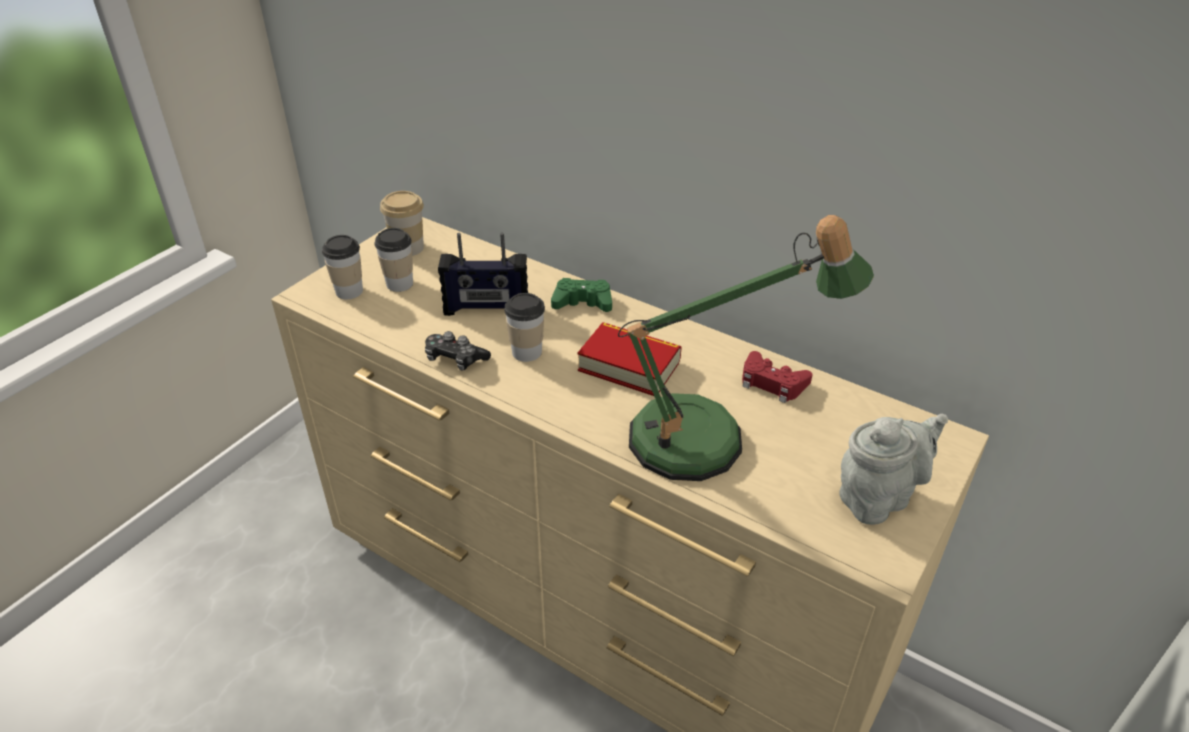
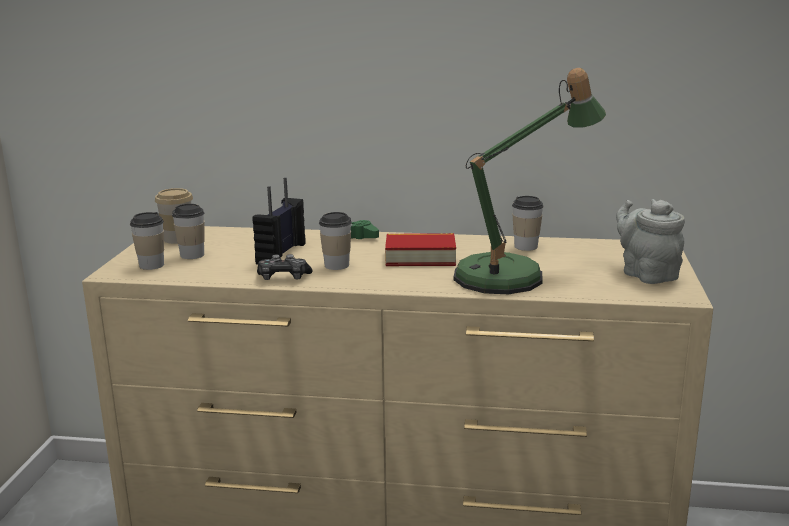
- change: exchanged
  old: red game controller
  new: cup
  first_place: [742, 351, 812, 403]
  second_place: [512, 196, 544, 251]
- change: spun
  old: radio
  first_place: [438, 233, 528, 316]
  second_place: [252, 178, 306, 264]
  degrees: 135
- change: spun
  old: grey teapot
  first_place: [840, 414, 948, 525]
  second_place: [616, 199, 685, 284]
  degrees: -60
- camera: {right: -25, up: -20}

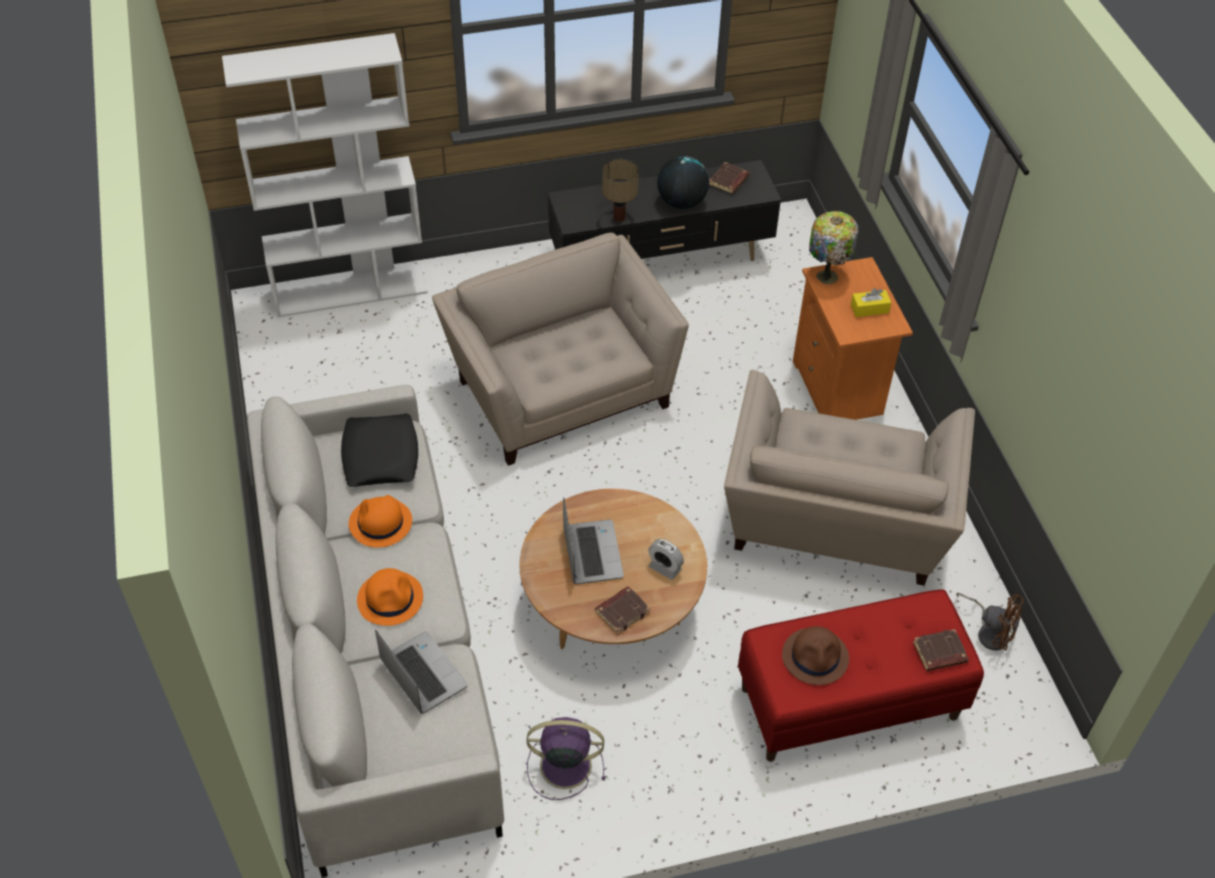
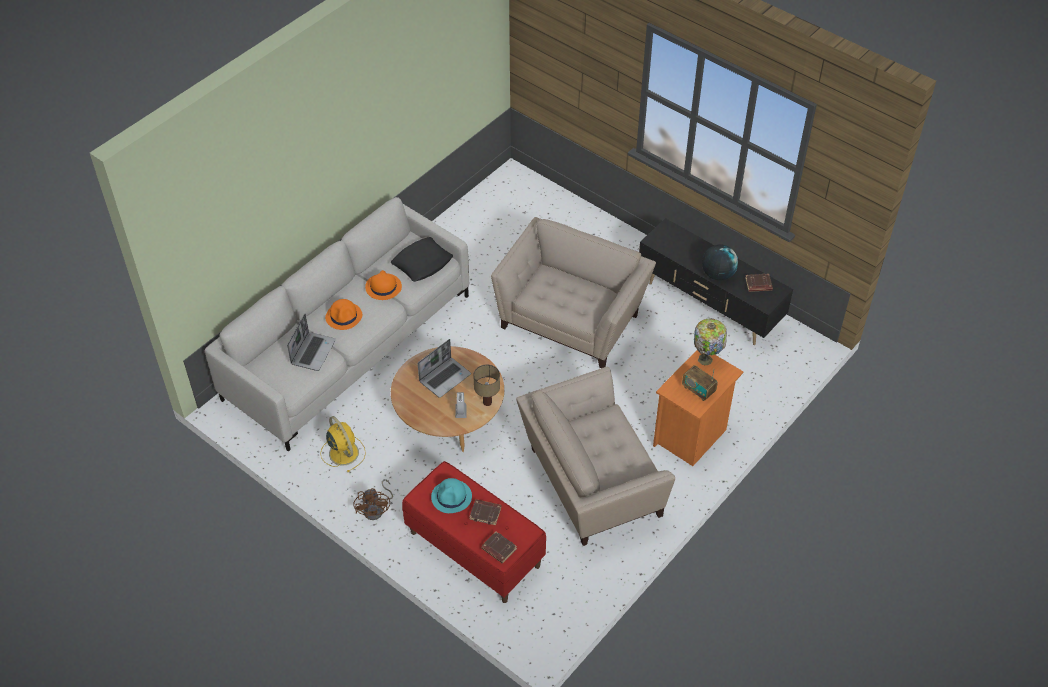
- change: missing
  old: white bookcase
  first_place: [222, 33, 428, 318]
- change: relocated
  old: brown book
  first_place: [595, 586, 650, 634]
  second_place: [469, 499, 502, 525]
- change: relocated
  old: table lamp
  first_place: [602, 159, 639, 222]
  second_place: [473, 365, 500, 406]
- change: relocated
  old: brown fan
  first_place: [956, 593, 1024, 651]
  second_place: [353, 479, 393, 520]
- change: exchanged
  old: yellow tissue box
  new: radio
  first_place: [851, 288, 891, 317]
  second_place: [682, 365, 718, 401]
- change: colour
  old: purple fan
  new: yellow fan
  first_place: [527, 717, 605, 800]
  second_place: [320, 416, 366, 472]
- change: colour
  old: brown hat
  new: turquoise hat
  first_place: [782, 626, 849, 685]
  second_place: [431, 478, 472, 513]
- camera: {right: 55, up: 0}

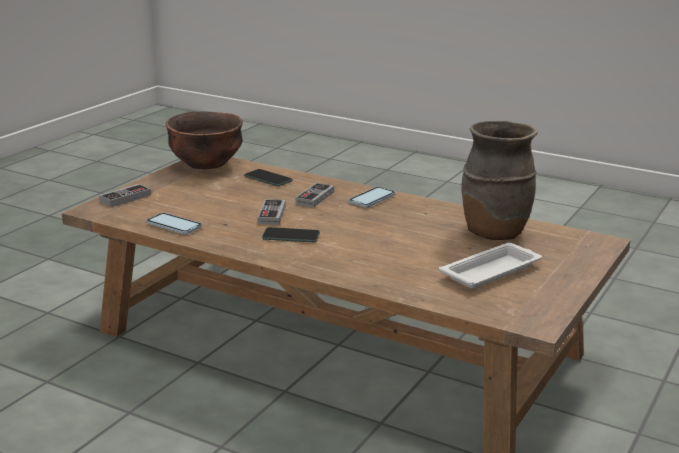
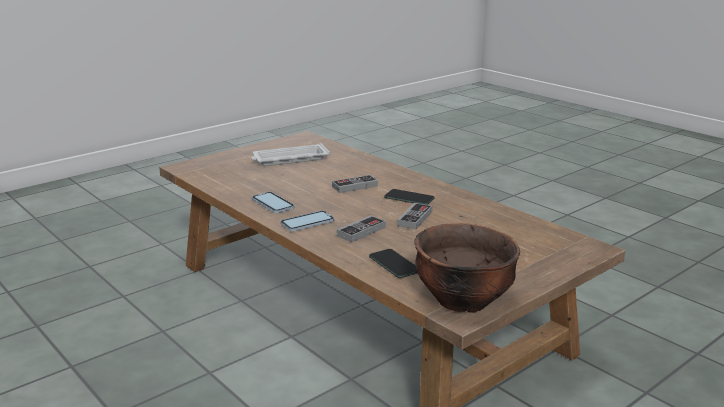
- change: missing
  old: brown vase
  first_place: [461, 121, 538, 240]
- change: relocated
  old: game controller
  first_place: [99, 184, 151, 207]
  second_place: [332, 175, 378, 193]
- change: relocated
  old: phone
  first_place: [146, 213, 202, 234]
  second_place: [252, 192, 295, 213]
- camera: {right: -160, up: 0}

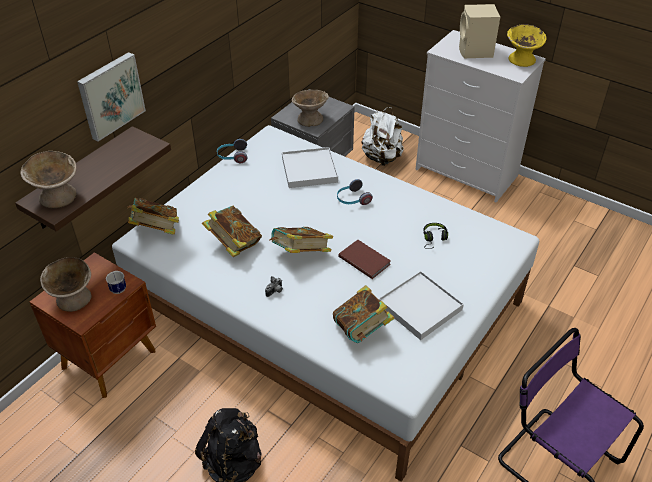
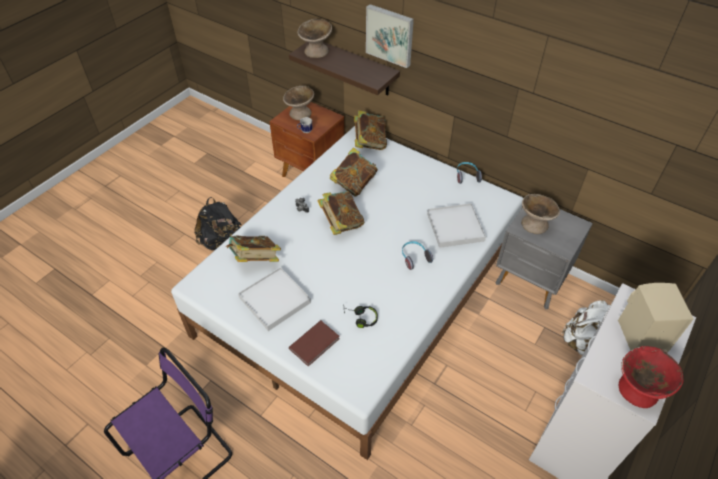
- change: relocated
  old: brown book
  first_place: [338, 240, 391, 279]
  second_place: [289, 320, 340, 367]
- change: colour
  old: yellow bowl
  new: red bowl
  first_place: [507, 24, 547, 67]
  second_place: [619, 346, 684, 408]
- camera: {right: 90, up: 5}

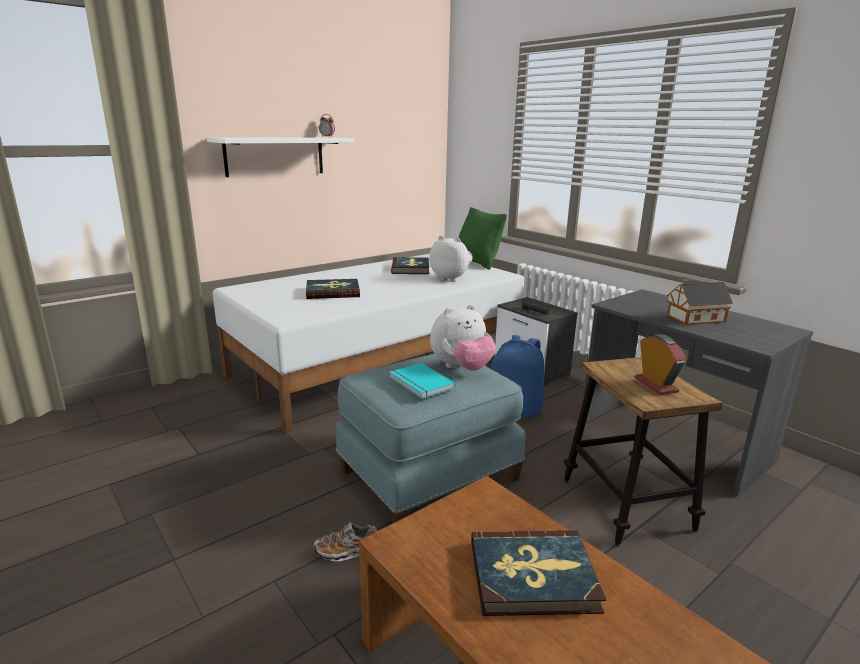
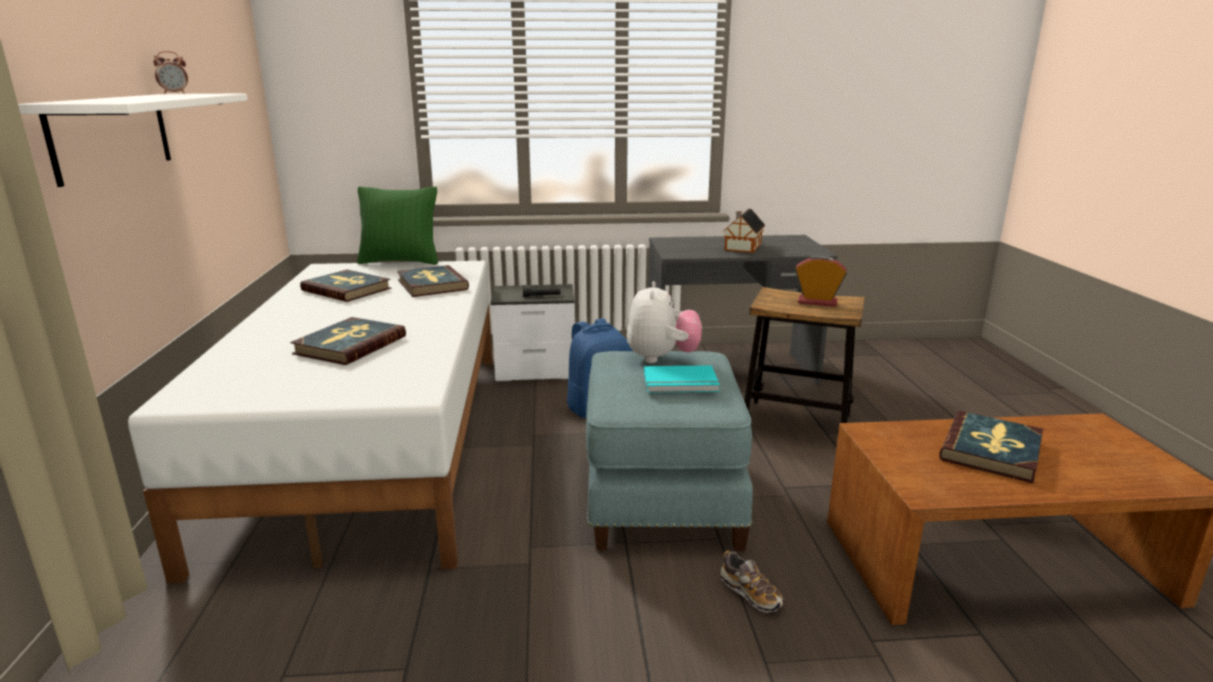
- change: exchanged
  old: plush toy
  new: book
  first_place: [429, 236, 473, 282]
  second_place: [397, 265, 469, 297]
- change: spun
  old: shoe
  first_place: [313, 522, 377, 561]
  second_place: [721, 550, 784, 613]
  degrees: -60
- camera: {right: -55, up: 0}

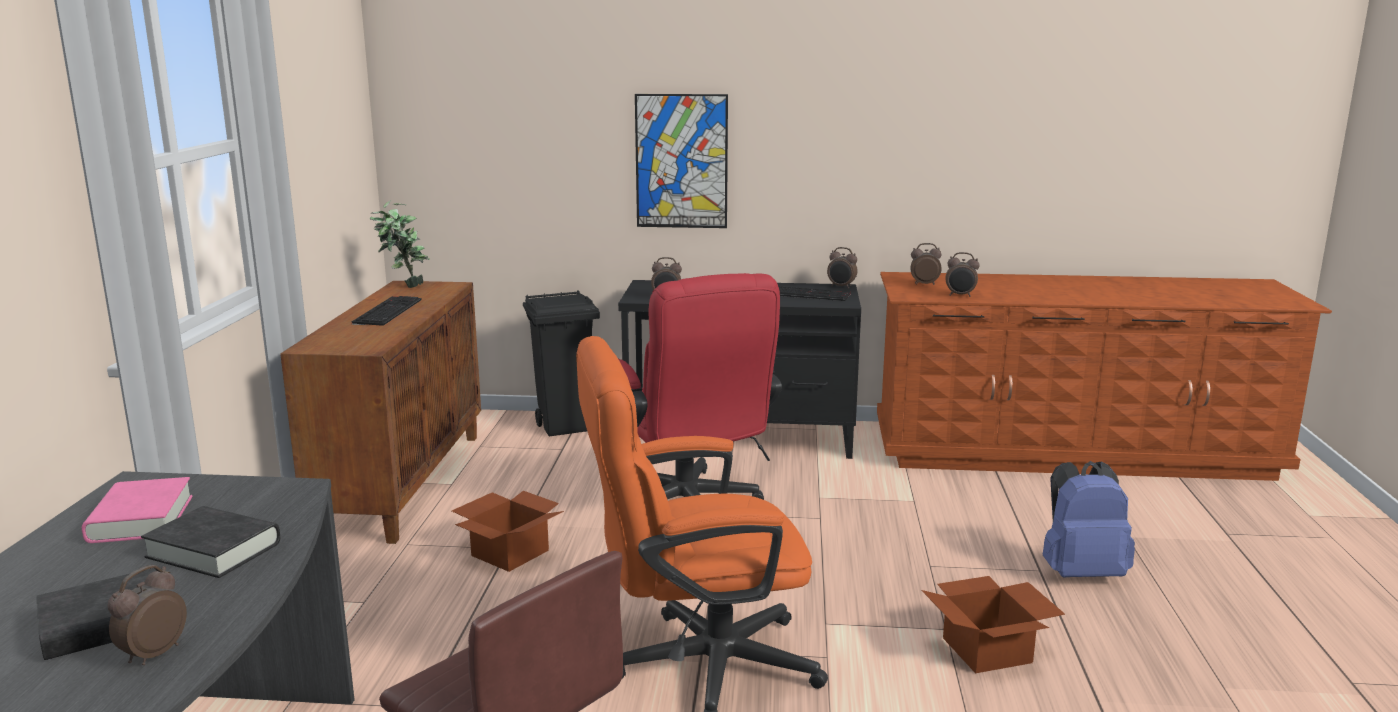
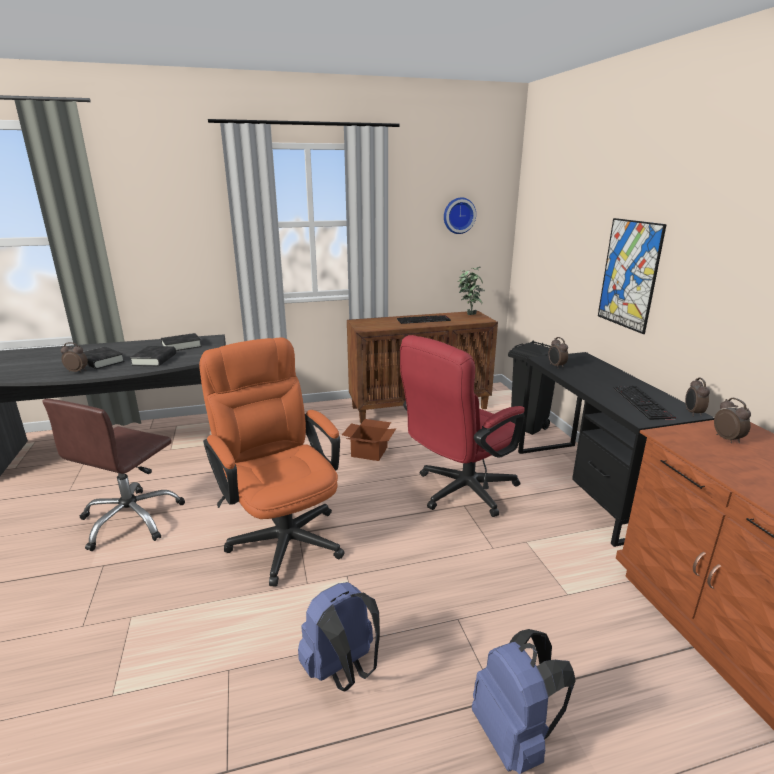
- change: missing
  old: alarm clock
  first_place: [946, 252, 980, 297]
- change: appeared
  new: wall clock
  second_place: [444, 197, 476, 234]
- change: exchanged
  old: cardboard box
  new: blue backpack
  first_place: [921, 576, 1065, 673]
  second_place: [298, 582, 380, 691]
- change: colour
  old: pink book
  new: black book
  first_place: [82, 477, 192, 543]
  second_place: [161, 333, 202, 351]
- camera: {right: 70, up: 5}

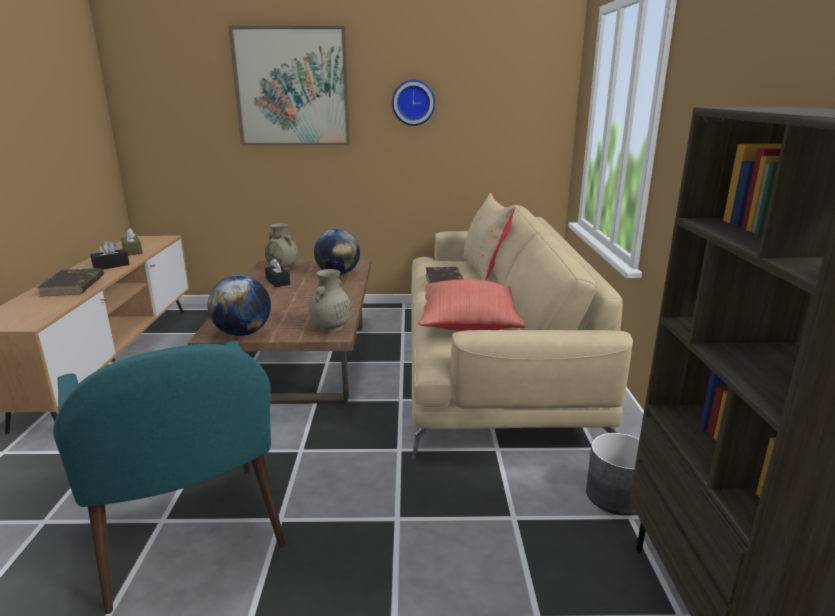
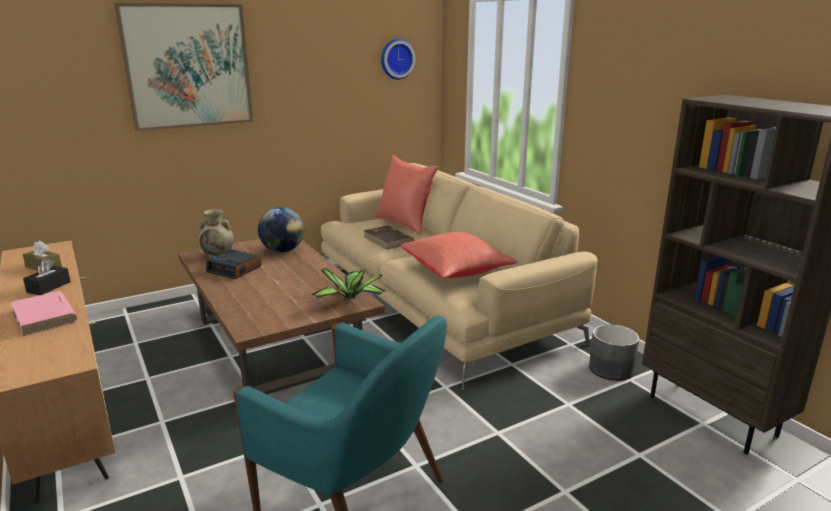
- change: missing
  old: globe
  first_place: [208, 275, 271, 336]
- change: relocated
  old: wall clock
  first_place: [392, 80, 435, 126]
  second_place: [381, 39, 415, 80]
- change: exchanged
  old: black tissue box
  new: alarm clock
  first_place: [265, 258, 290, 287]
  second_place: [206, 249, 262, 279]
- change: exchanged
  old: beige vase
  new: potted plant
  first_place: [309, 269, 352, 333]
  second_place: [311, 268, 386, 300]
- change: colour
  old: brown book
  new: pink book
  first_place: [37, 268, 104, 297]
  second_place: [10, 291, 77, 336]
- change: colour
  old: beige pillow
  new: red pillow
  first_place: [463, 193, 515, 281]
  second_place: [375, 155, 439, 235]
- camera: {right: -30, up: 0}

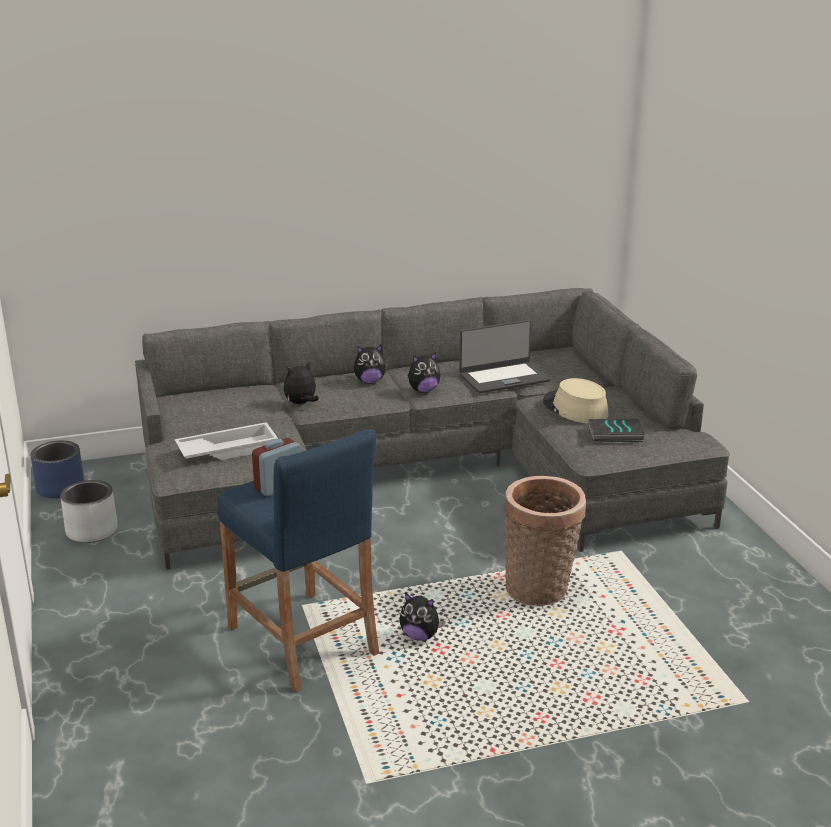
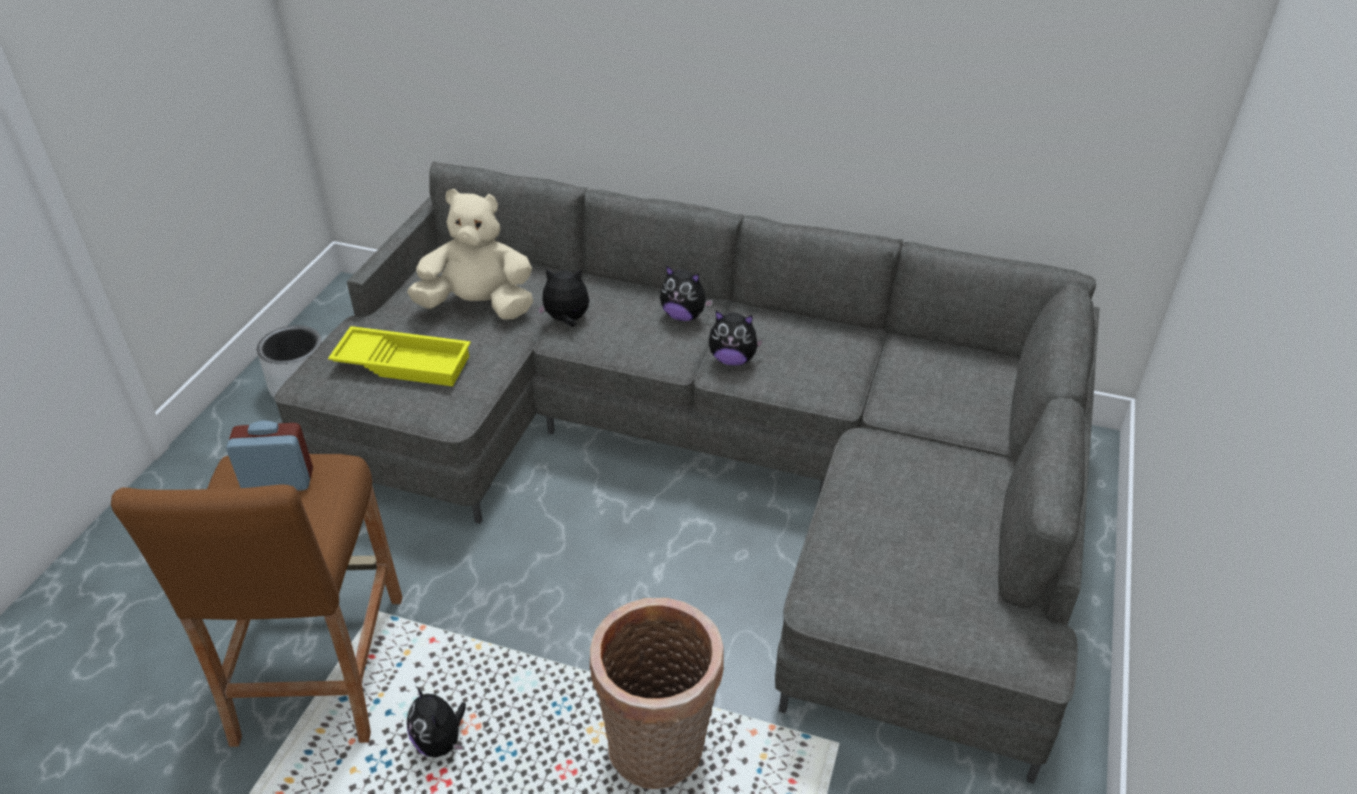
- change: missing
  old: blue planter
  first_place: [30, 441, 85, 498]
- change: missing
  old: laptop
  first_place: [459, 320, 550, 393]
- change: missing
  old: beige hat
  first_place: [543, 378, 609, 423]
- change: missing
  old: book
  first_place: [588, 419, 646, 443]
- change: appeared
  new: beige plush toy
  second_place: [407, 189, 533, 319]
- change: colour
  old: white tray
  new: yellow tray
  first_place: [175, 422, 278, 460]
  second_place: [328, 326, 471, 386]
- change: colour
  old: blue stool
  new: brown stool
  first_place: [217, 429, 379, 692]
  second_place: [111, 454, 402, 747]
- camera: {right: 35, up: 15}

